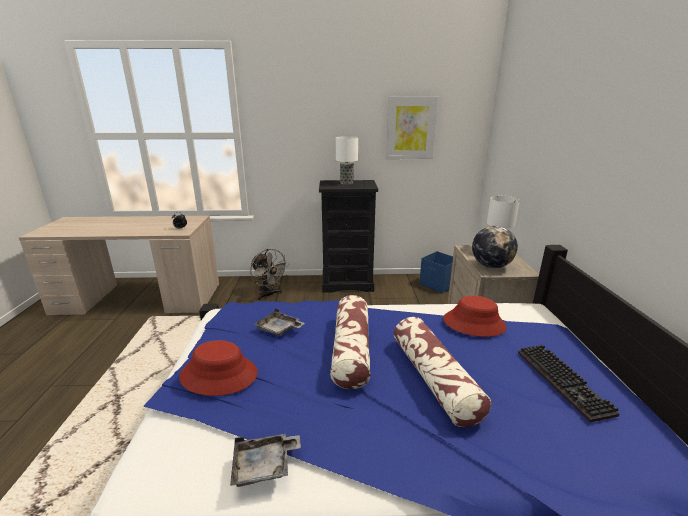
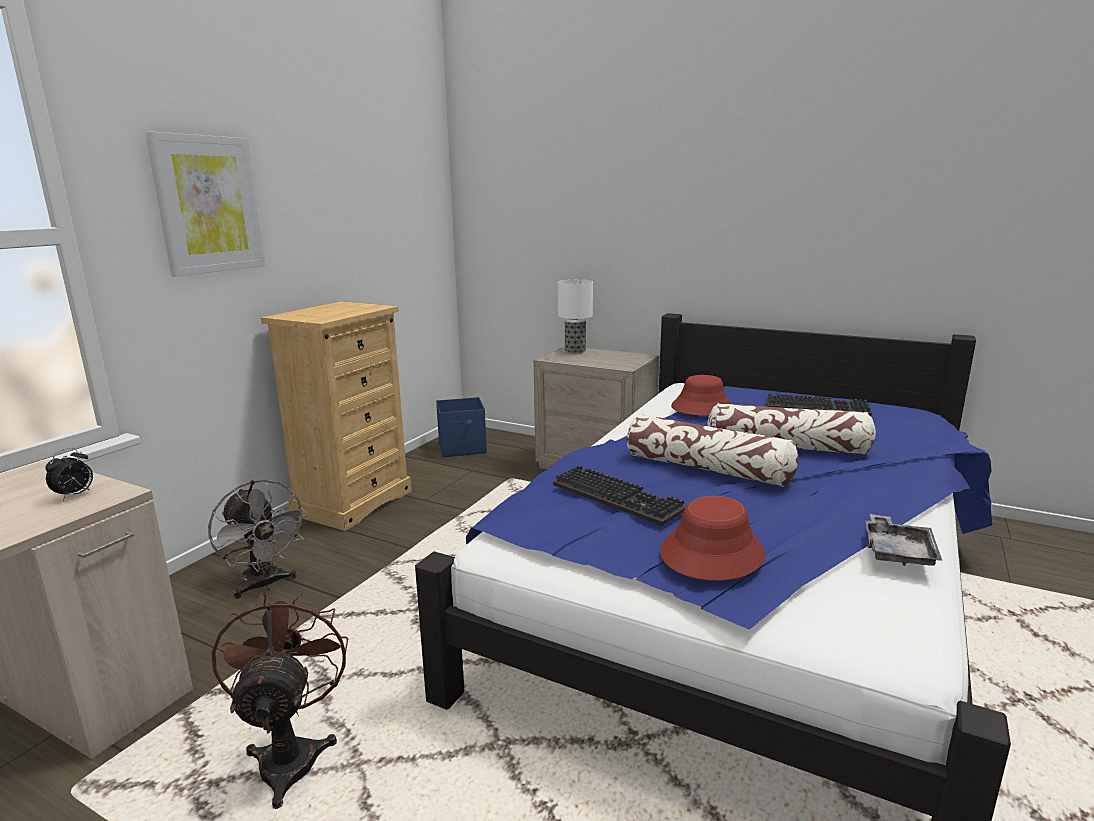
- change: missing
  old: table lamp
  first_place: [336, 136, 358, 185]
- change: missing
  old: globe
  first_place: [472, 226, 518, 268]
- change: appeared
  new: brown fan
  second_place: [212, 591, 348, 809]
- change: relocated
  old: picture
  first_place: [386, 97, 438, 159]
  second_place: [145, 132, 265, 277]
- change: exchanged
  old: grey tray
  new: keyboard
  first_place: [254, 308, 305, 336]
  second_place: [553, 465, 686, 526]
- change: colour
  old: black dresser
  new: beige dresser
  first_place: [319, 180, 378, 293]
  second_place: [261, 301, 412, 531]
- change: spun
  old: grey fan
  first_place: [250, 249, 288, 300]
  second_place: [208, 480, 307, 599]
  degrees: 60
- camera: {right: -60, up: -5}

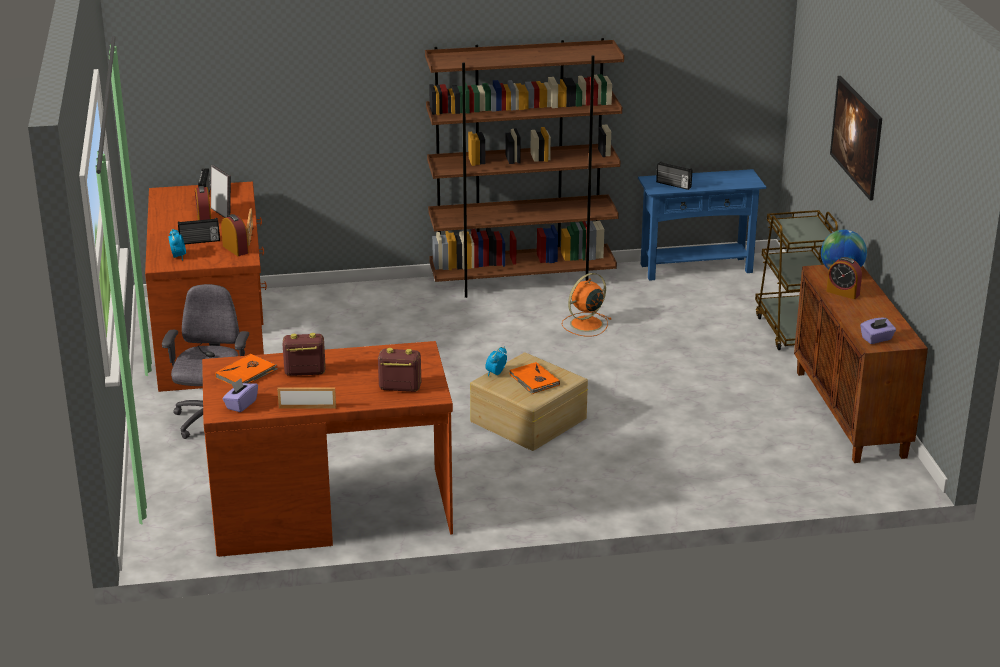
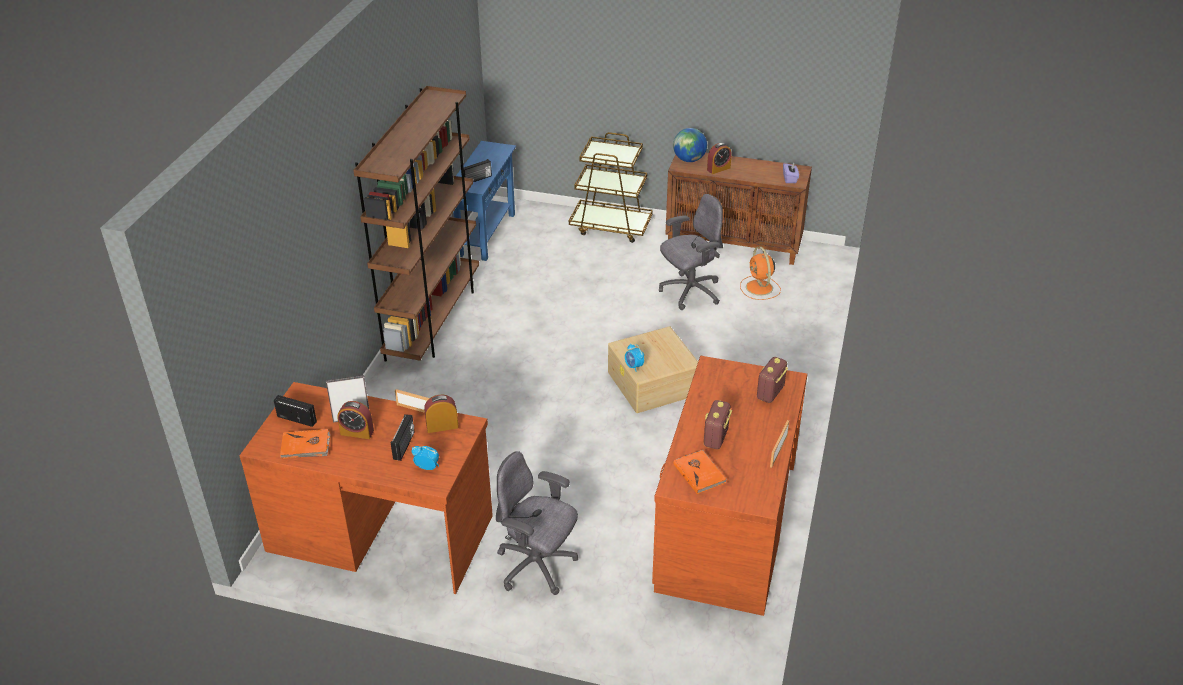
- change: missing
  old: purple tissue box
  first_place: [223, 378, 258, 412]
- change: missing
  old: picture
  first_place: [830, 76, 882, 201]
- change: appeared
  new: grey office chair
  second_place: [659, 194, 723, 310]
- change: relocated
  old: orange book
  first_place: [509, 362, 560, 394]
  second_place: [280, 429, 330, 459]
- change: relocated
  old: orange fan
  first_place: [562, 273, 611, 337]
  second_place: [740, 246, 781, 300]
- camera: {right: -65, up: 10}

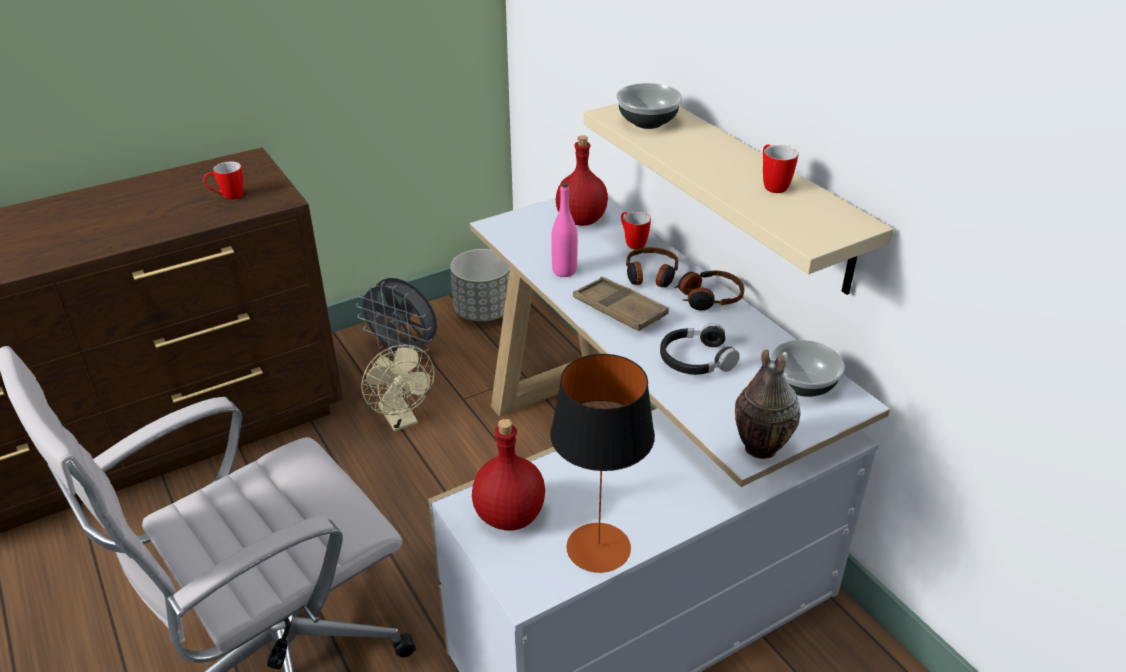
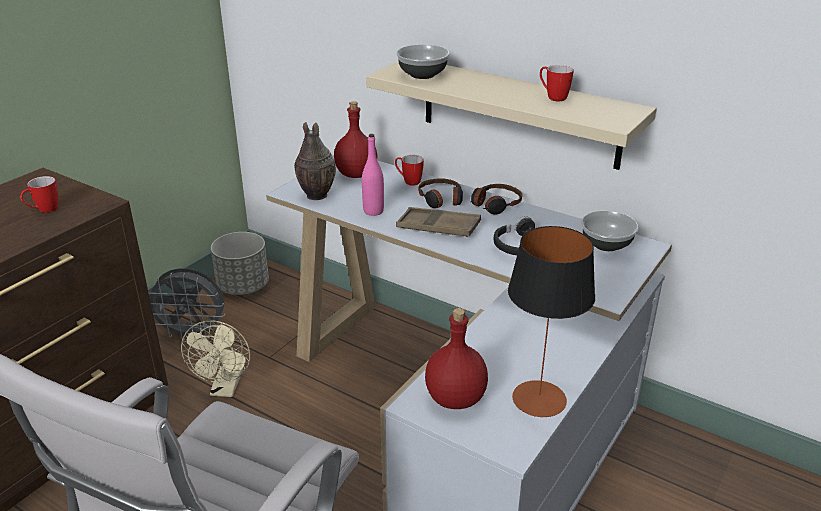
- change: relocated
  old: vase
  first_place: [735, 349, 801, 459]
  second_place: [294, 122, 336, 200]
- change: spun
  old: beige fan
  first_place: [361, 345, 435, 432]
  second_place: [181, 320, 250, 397]
  degrees: 60
- camera: {right: -25, up: -5}

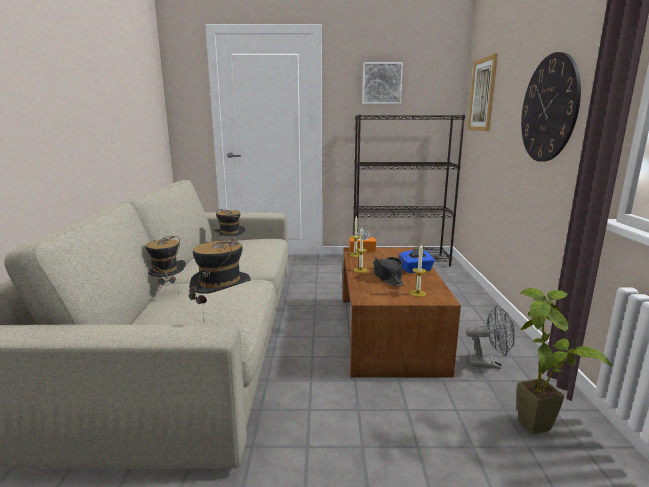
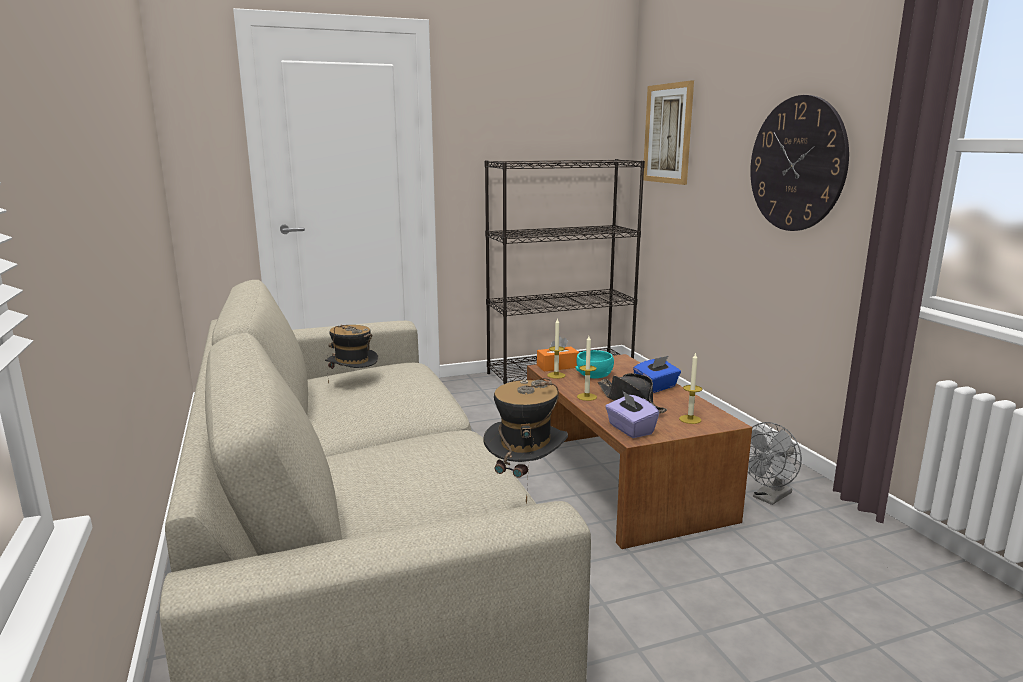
- change: missing
  old: hat
  first_place: [146, 236, 186, 295]
- change: missing
  old: picture
  first_place: [362, 62, 403, 104]
- change: missing
  old: potted plant
  first_place: [517, 288, 612, 434]
- change: appeared
  new: turquoise bowl
  second_place: [576, 350, 614, 378]
- change: appeared
  new: purple tissue box
  second_place: [605, 390, 659, 438]
- change: spun
  old: grey fan
  first_place: [466, 305, 515, 369]
  second_place: [748, 422, 802, 505]
  degrees: 150
- camera: {right: -20, up: 0}

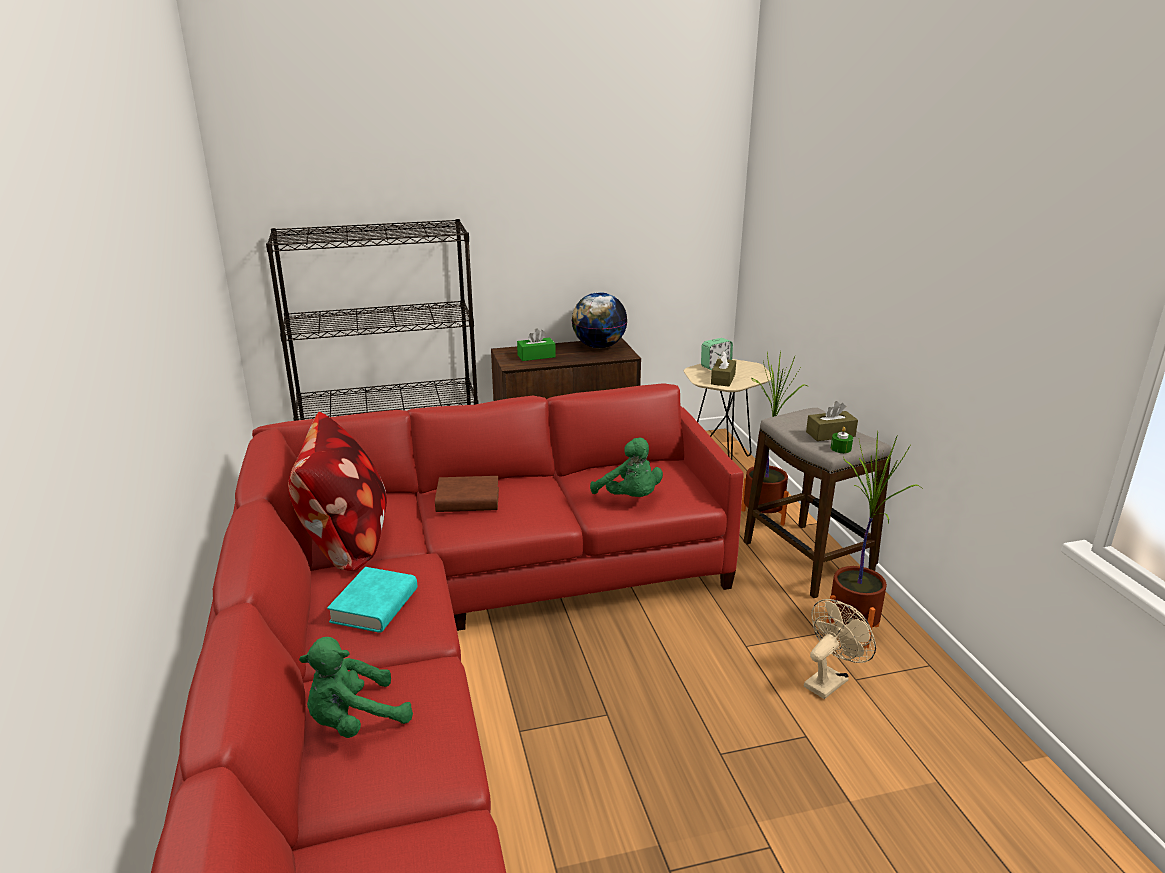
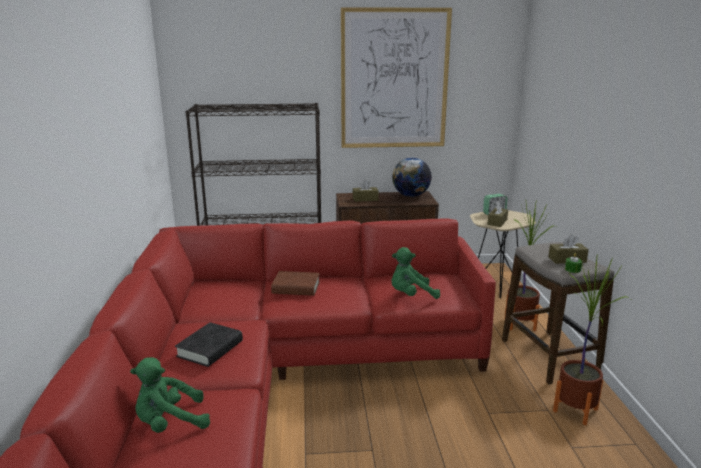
- change: missing
  old: pillow
  first_place: [288, 412, 387, 571]
- change: missing
  old: beige fan
  first_place: [804, 599, 876, 699]
- change: appeared
  new: picture
  second_place: [341, 7, 452, 148]
- change: colour
  old: turquoise book
  new: black book
  first_place: [327, 567, 417, 633]
  second_place: [175, 322, 243, 367]
- change: colour
  old: green tissue box
  new: brown tissue box
  first_place: [517, 328, 556, 361]
  second_place: [353, 180, 379, 202]
- change: spun
  old: green plush toy
  first_place: [590, 438, 663, 497]
  second_place: [391, 247, 440, 299]
  degrees: 105
- camera: {right: 10, up: -5}

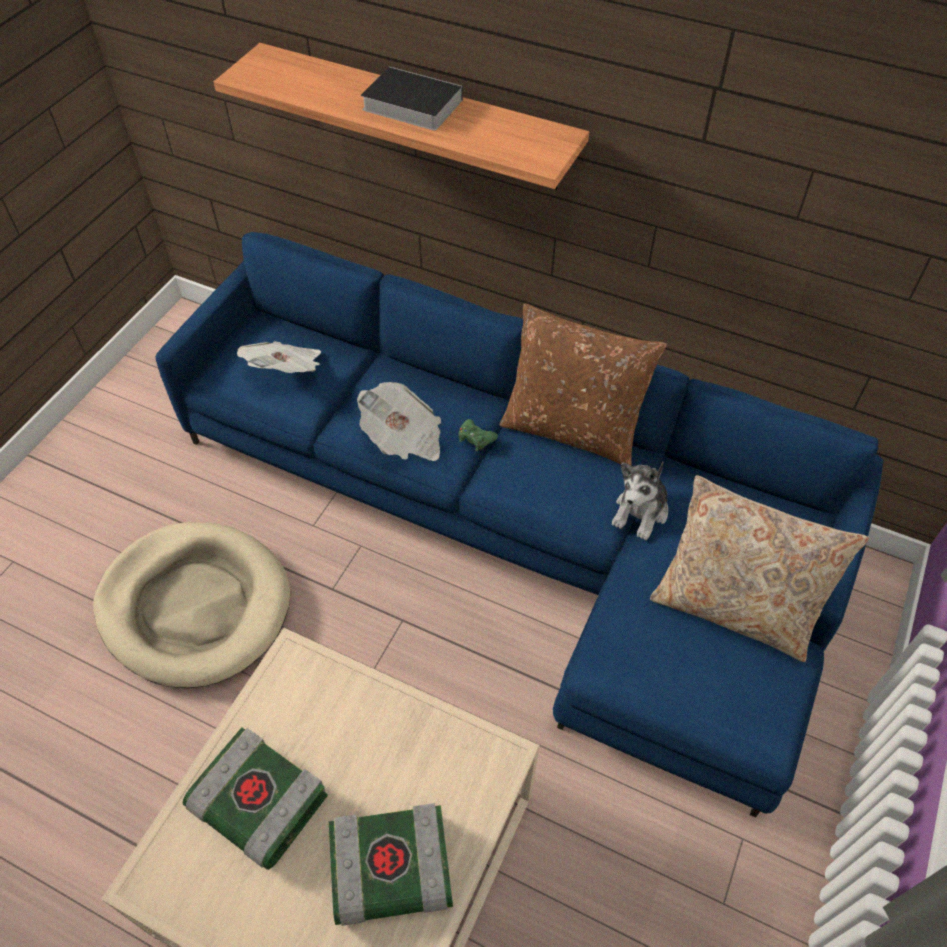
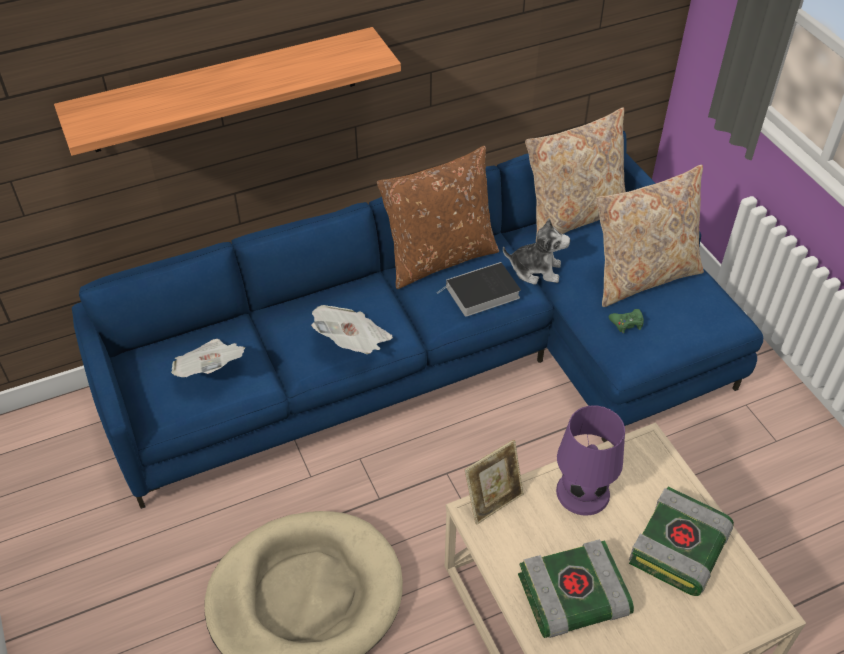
- change: appeared
  new: picture frame
  second_place: [464, 440, 524, 524]
- change: appeared
  new: beige pillow
  second_place: [525, 108, 626, 240]
- change: appeared
  new: purple table lamp
  second_place: [556, 405, 625, 516]
- change: relocated
  old: book
  first_place: [361, 66, 463, 131]
  second_place: [437, 262, 521, 317]
- change: relocated
  old: green game controller
  first_place: [458, 419, 498, 451]
  second_place: [609, 309, 644, 333]
- change: spun
  old: plush toy
  first_place: [612, 462, 668, 540]
  second_place: [503, 218, 570, 285]
  degrees: -60
- camera: {right: -50, up: -5}

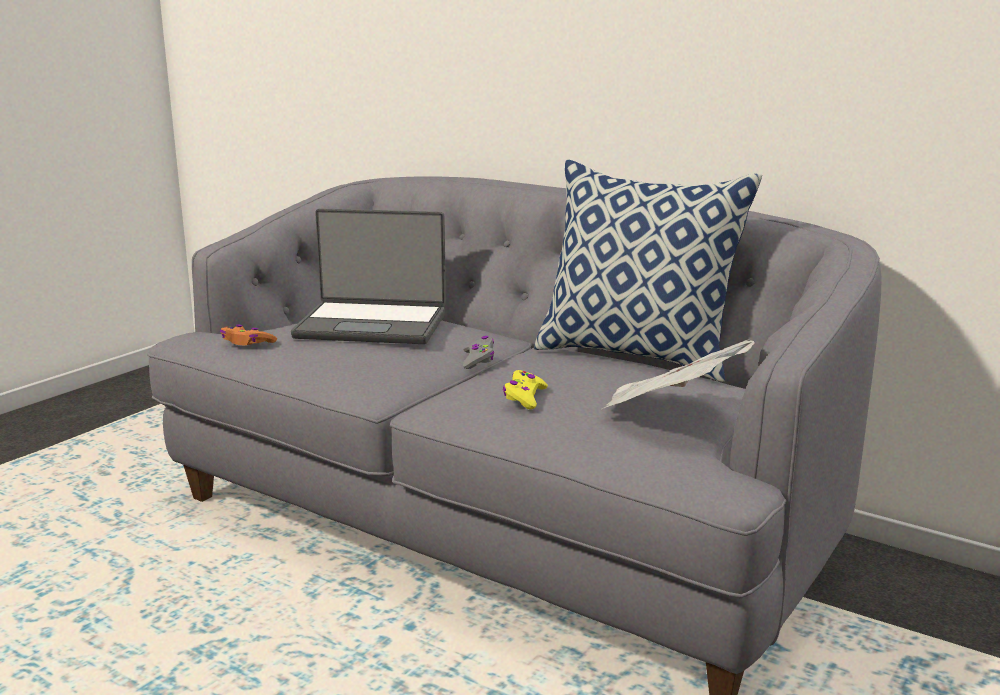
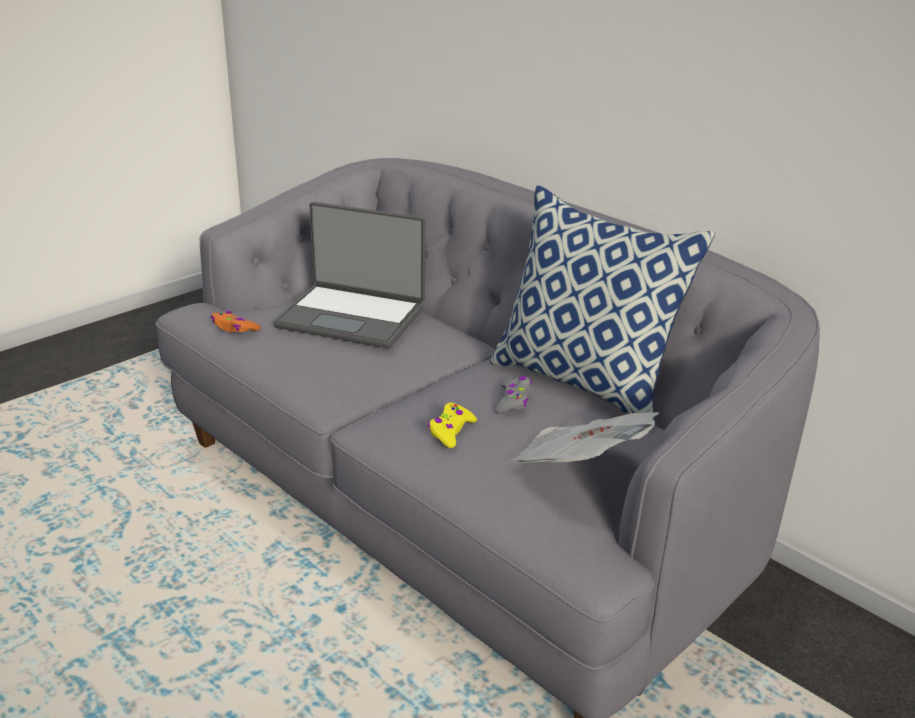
- change: relocated
  old: grey game controller
  first_place: [463, 336, 494, 369]
  second_place: [495, 376, 532, 414]
- camera: {right: 10, up: 10}

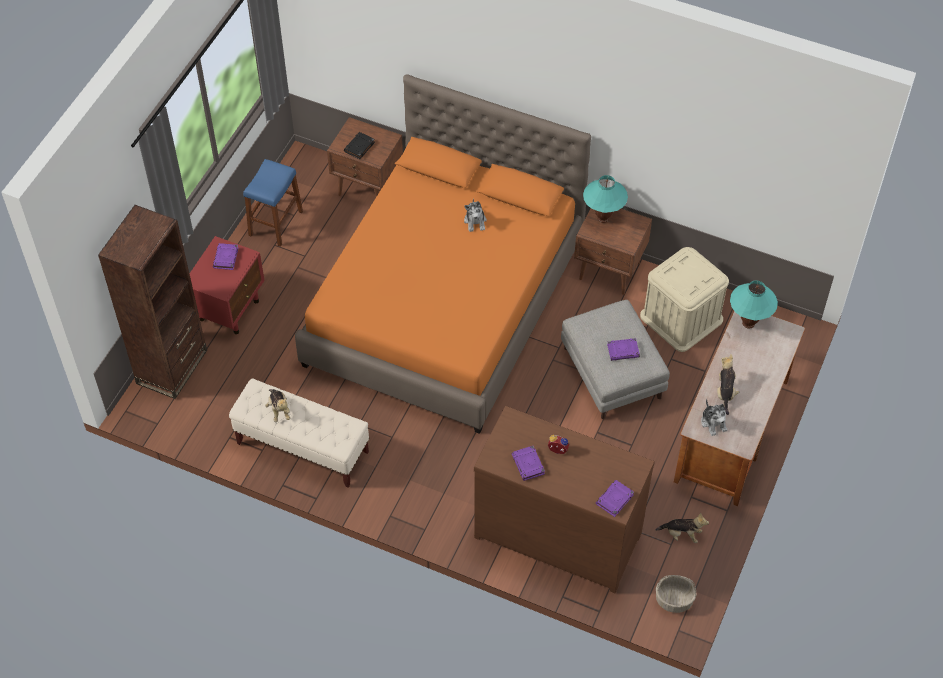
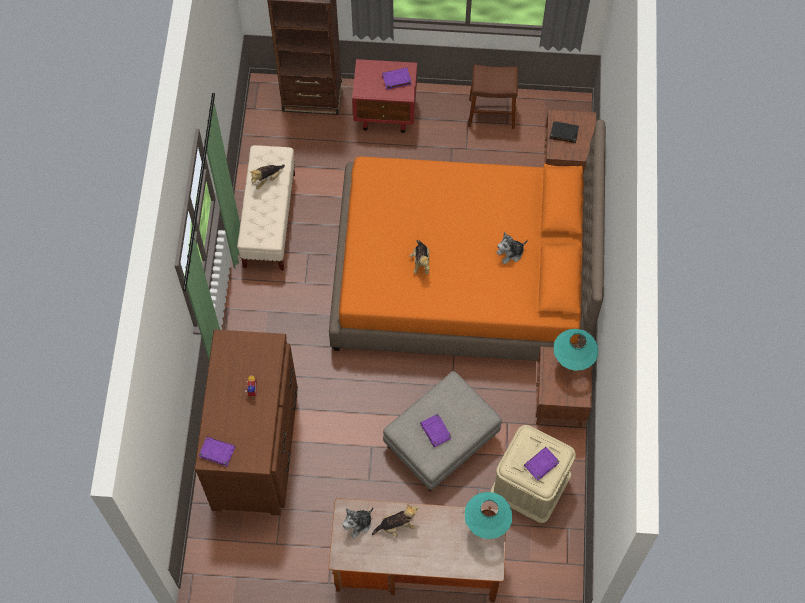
- change: missing
  old: basket
  first_place: [656, 575, 697, 613]
- change: relocated
  old: purple book
  first_place: [512, 446, 545, 481]
  second_place: [524, 447, 560, 481]
- change: relocated
  old: plush toy
  first_place: [656, 513, 709, 543]
  second_place: [409, 240, 430, 274]
- change: colour
  old: blue stool
  new: brown stool
  first_place: [243, 159, 303, 247]
  second_place: [468, 65, 518, 129]
- camera: {right: 70, up: 10}

